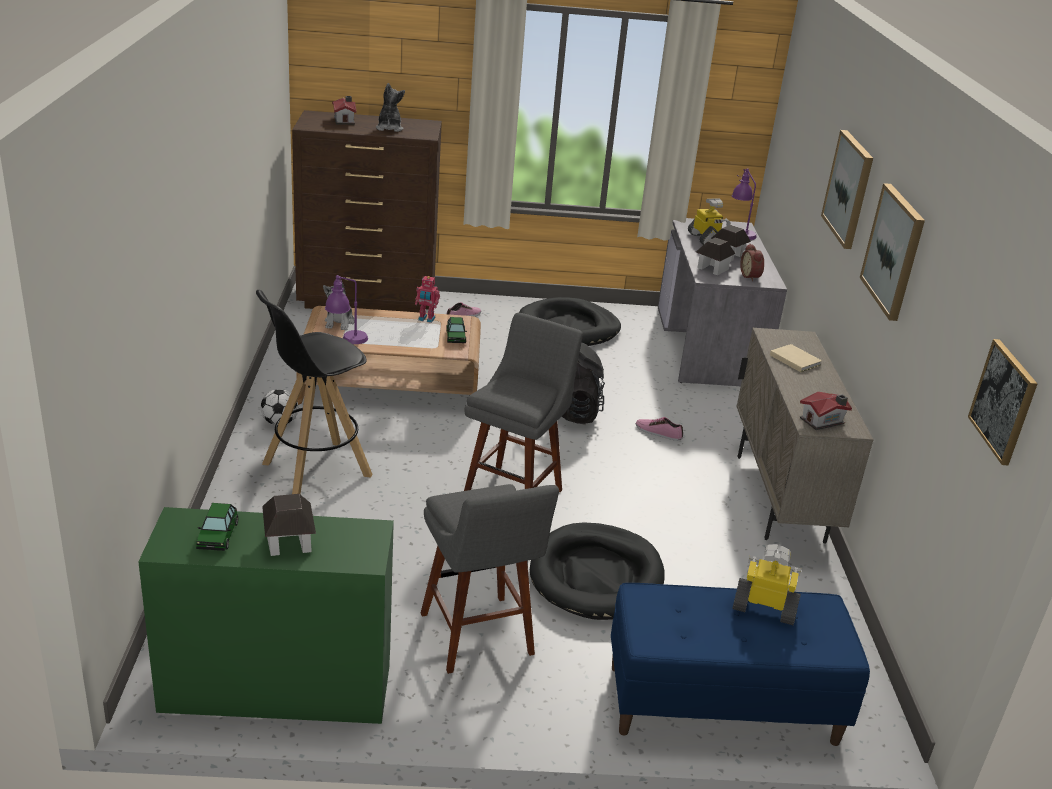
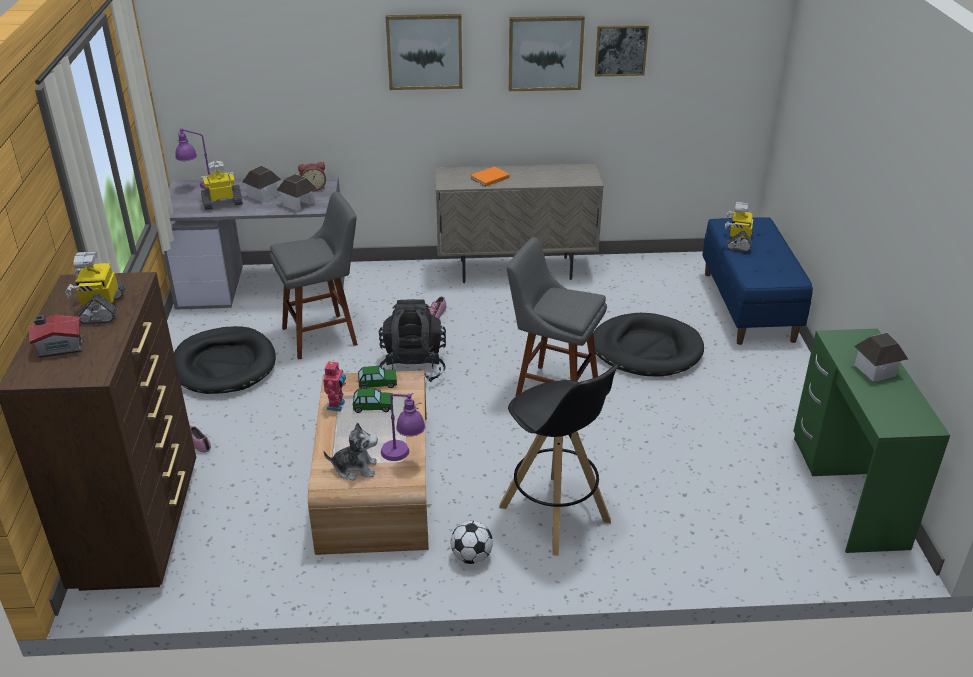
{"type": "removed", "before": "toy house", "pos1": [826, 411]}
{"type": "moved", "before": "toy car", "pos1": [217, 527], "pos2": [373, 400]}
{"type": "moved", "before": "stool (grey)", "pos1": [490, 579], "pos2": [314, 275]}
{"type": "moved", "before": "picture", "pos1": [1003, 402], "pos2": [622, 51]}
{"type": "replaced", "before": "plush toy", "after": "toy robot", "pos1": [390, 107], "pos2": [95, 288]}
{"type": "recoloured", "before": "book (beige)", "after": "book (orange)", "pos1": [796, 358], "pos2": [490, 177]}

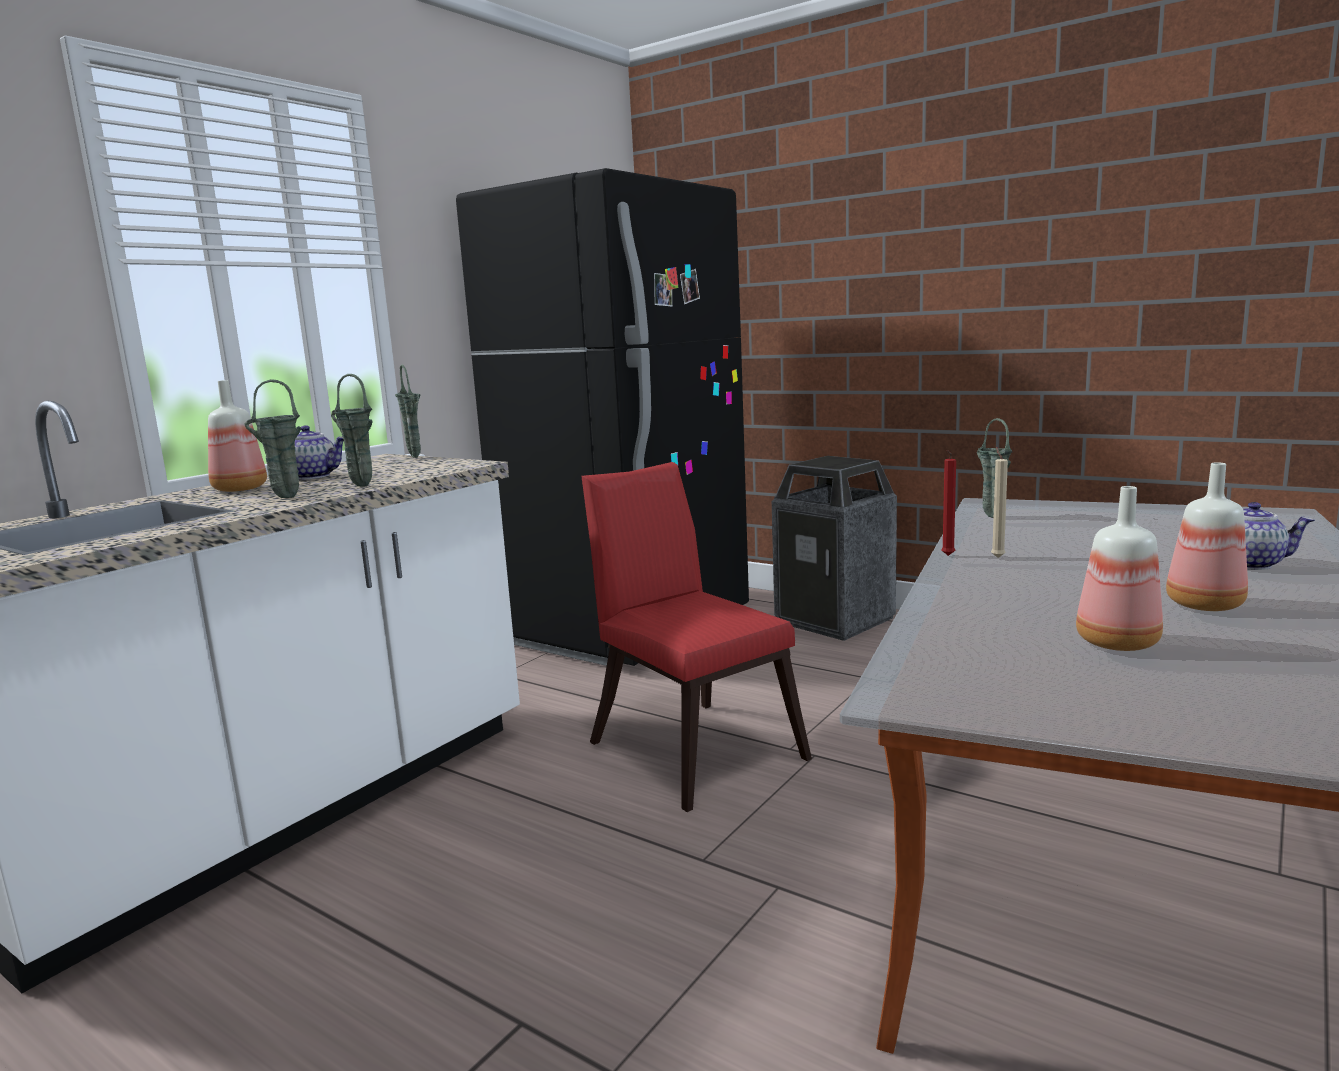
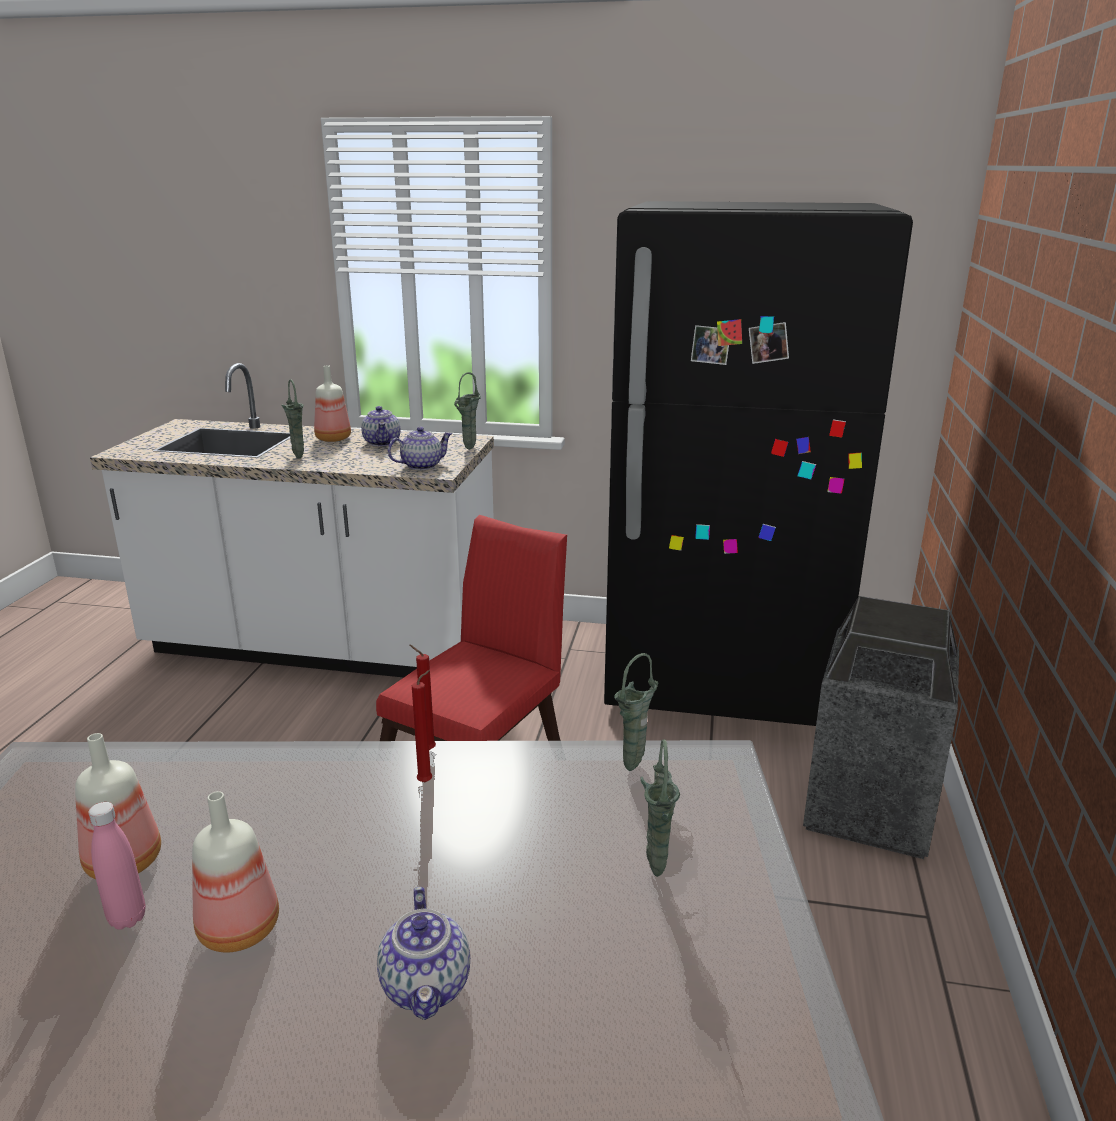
{"type": "added", "after": "bottle (pink)", "pos2": [117, 866]}
{"type": "added", "after": "teapot", "pos2": [420, 448]}
{"type": "moved", "before": "vase (green)", "pos1": [352, 430], "pos2": [660, 808]}
{"type": "recoloured", "before": "candle (beige)", "after": "candle (red)", "pos1": [999, 502], "pos2": [422, 726]}

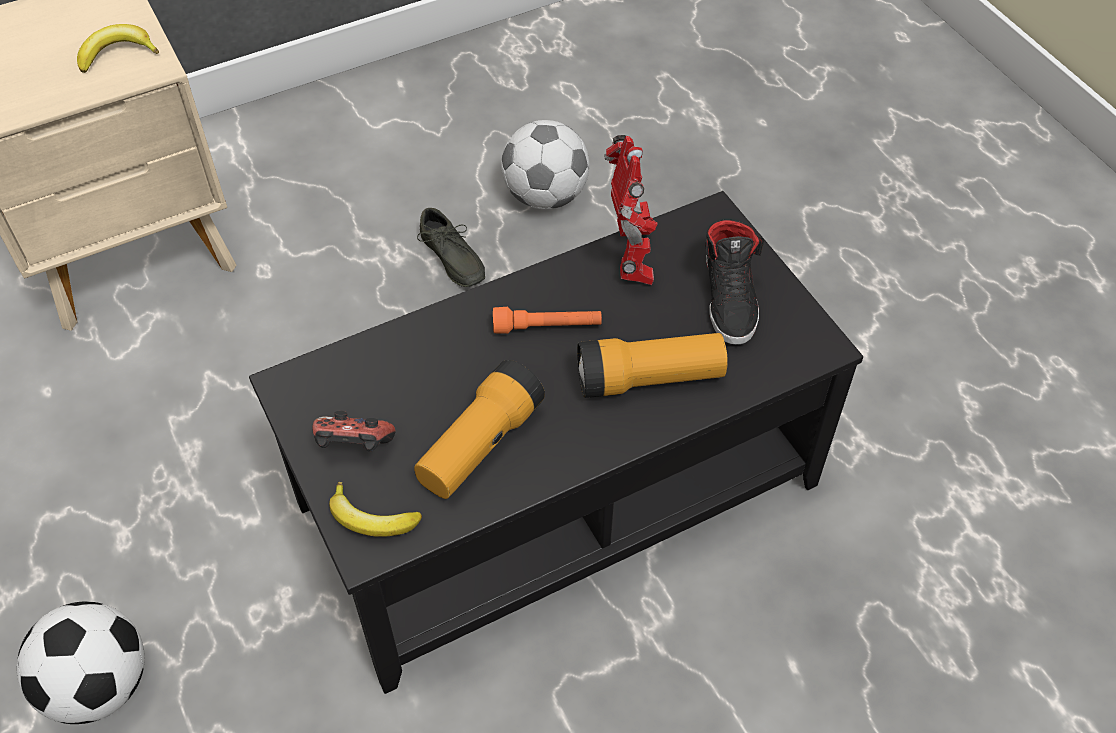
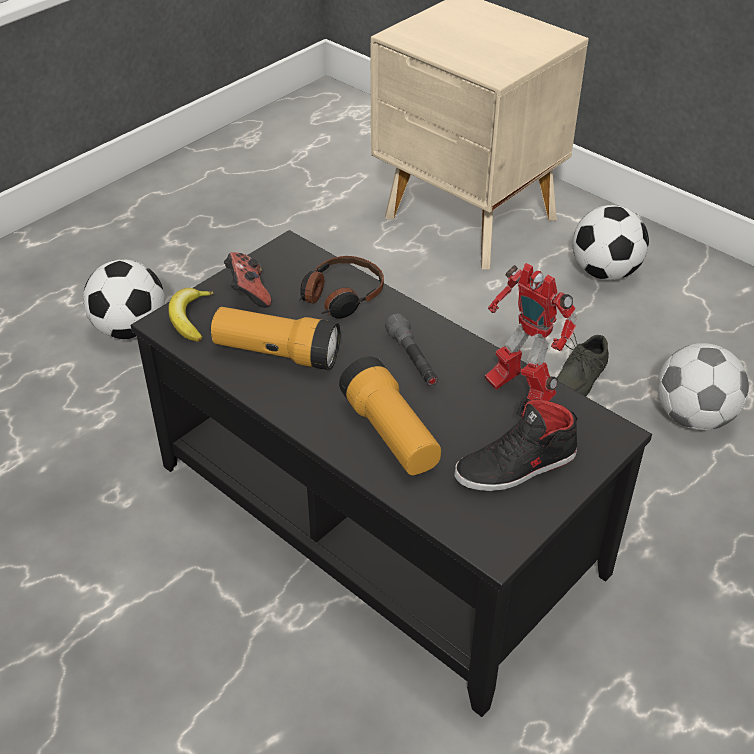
{"type": "removed", "before": "banana", "pos1": [118, 48]}
{"type": "added", "after": "headphones", "pos2": [341, 287]}
{"type": "added", "after": "football", "pos2": [610, 242]}
{"type": "recoloured", "before": "flashlight (orange)", "after": "flashlight (grey)", "pos1": [547, 320], "pos2": [411, 349]}
{"type": "turned", "before": "toy robot", "pos1": [631, 210], "pos2": [531, 334], "turn": 75}

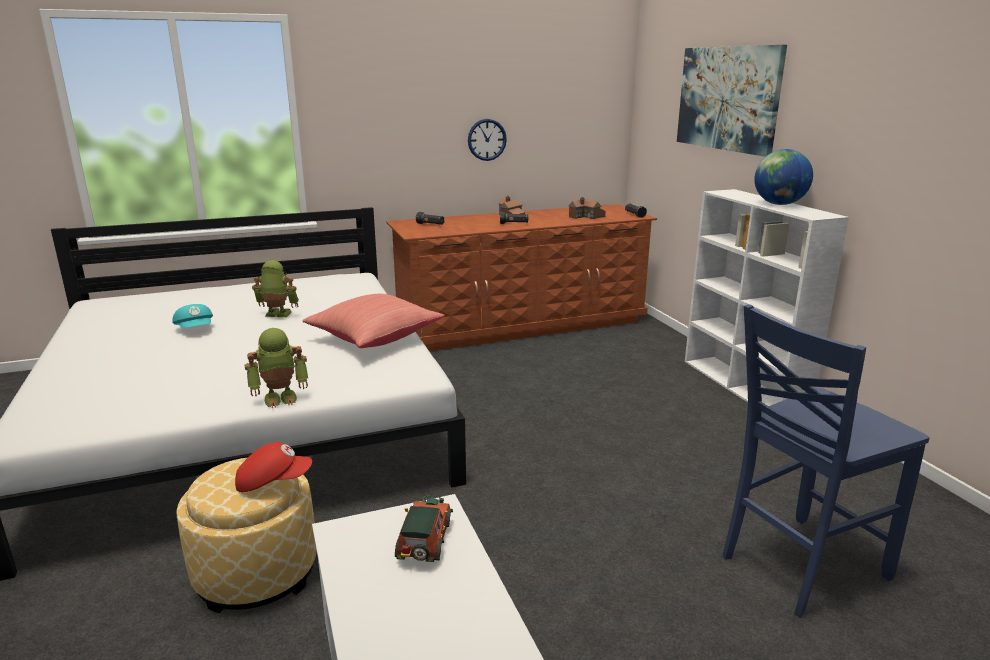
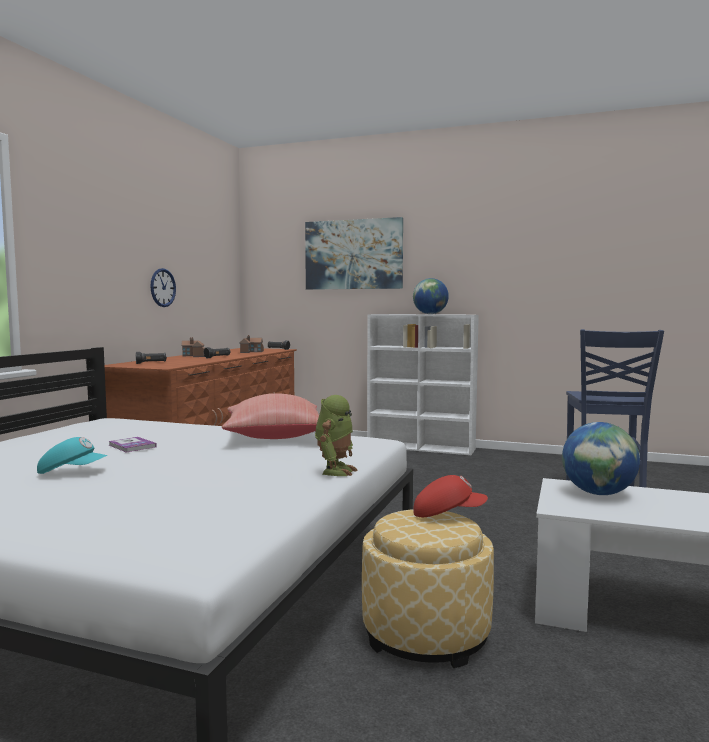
{"type": "replaced", "before": "toy robot", "after": "book", "pos1": [275, 288], "pos2": [133, 444]}
{"type": "replaced", "before": "toy car", "after": "globe", "pos1": [424, 528], "pos2": [601, 458]}
{"type": "turned", "before": "cap (red)", "pos1": [273, 467], "pos2": [450, 496], "turn": 60}

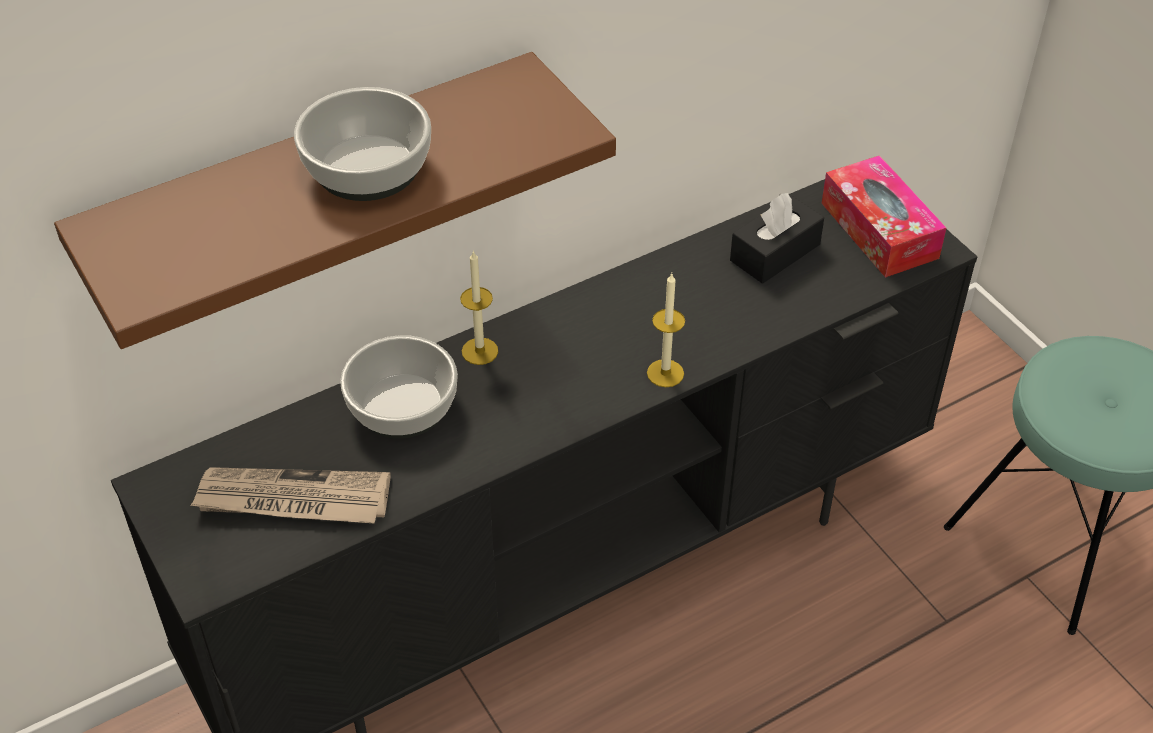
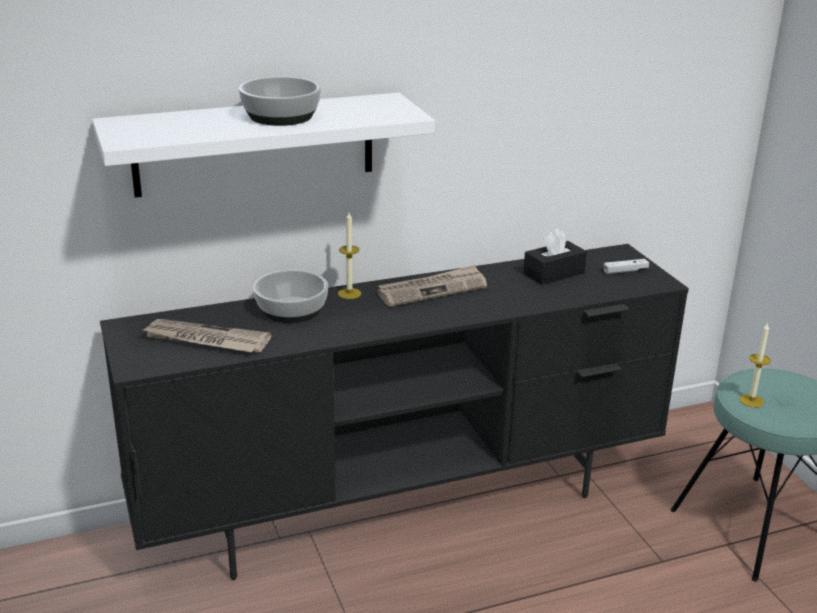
{"type": "added", "after": "newspaper", "pos2": [432, 286]}
{"type": "moved", "before": "candle", "pos1": [666, 330], "pos2": [755, 365]}
{"type": "replaced", "before": "tissue box", "after": "game controller (white)", "pos1": [884, 216], "pos2": [626, 266]}
{"type": "recoloured", "before": "shelf (brown)", "after": "shelf (white)", "pos1": [335, 200], "pos2": [263, 145]}

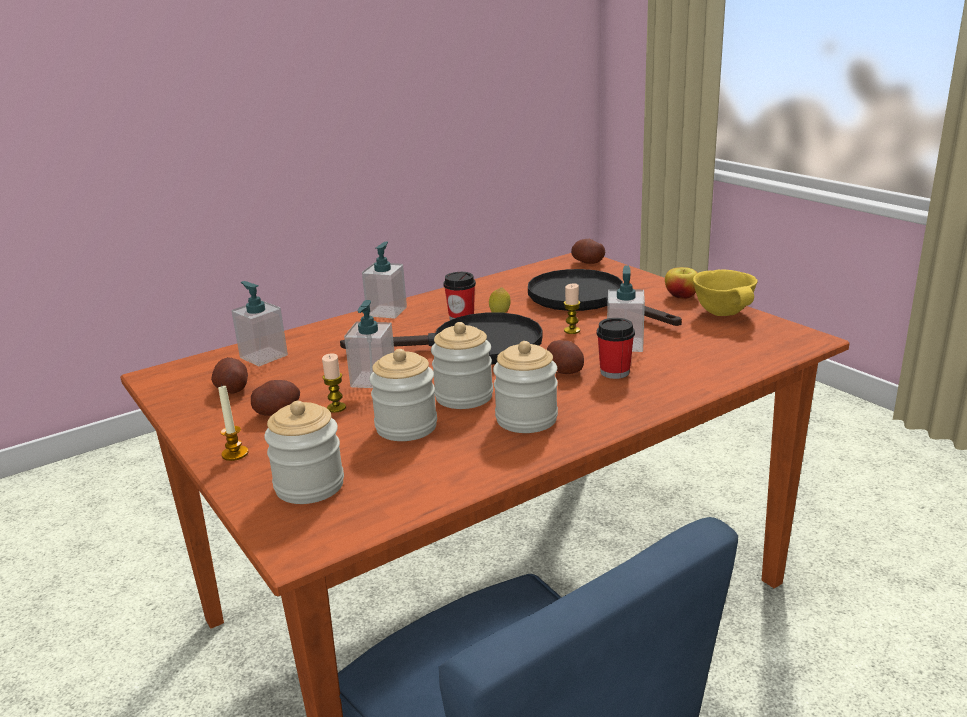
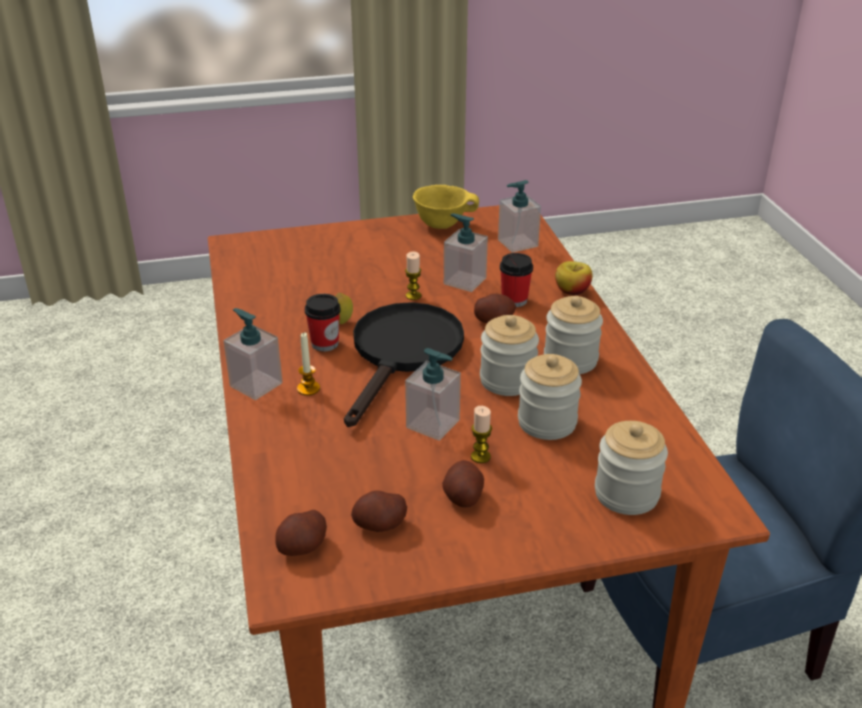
{"type": "removed", "before": "frying pan (black)", "pos1": [605, 297]}
{"type": "moved", "before": "candle", "pos1": [233, 422], "pos2": [308, 364]}
{"type": "moved", "before": "soap dispenser", "pos1": [259, 323], "pos2": [519, 216]}
{"type": "moved", "before": "potato", "pos1": [588, 251], "pos2": [301, 533]}
{"type": "moved", "before": "apple", "pos1": [681, 283], "pos2": [574, 278]}

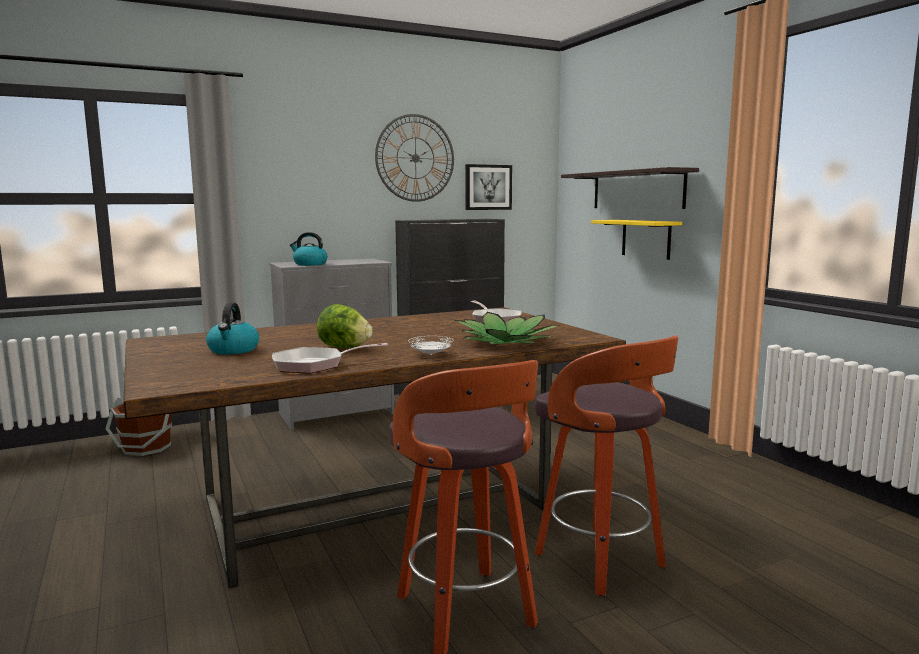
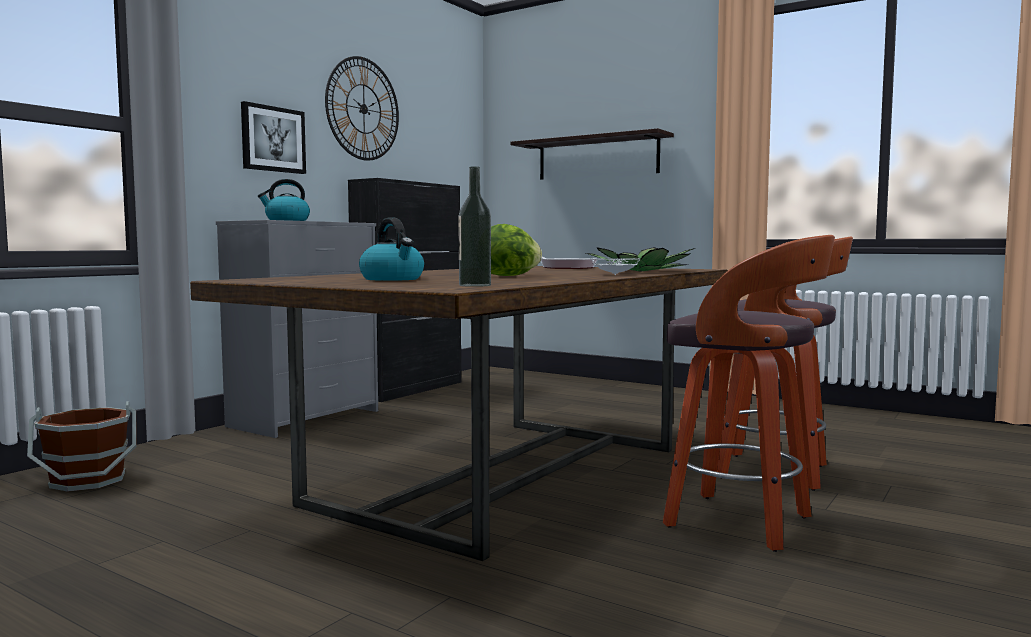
{"type": "removed", "before": "frying pan", "pos1": [330, 358]}
{"type": "removed", "before": "shelf (yellow)", "pos1": [636, 240]}
{"type": "added", "after": "bottle", "pos2": [474, 226]}
{"type": "moved", "before": "picture", "pos1": [488, 187], "pos2": [273, 137]}

